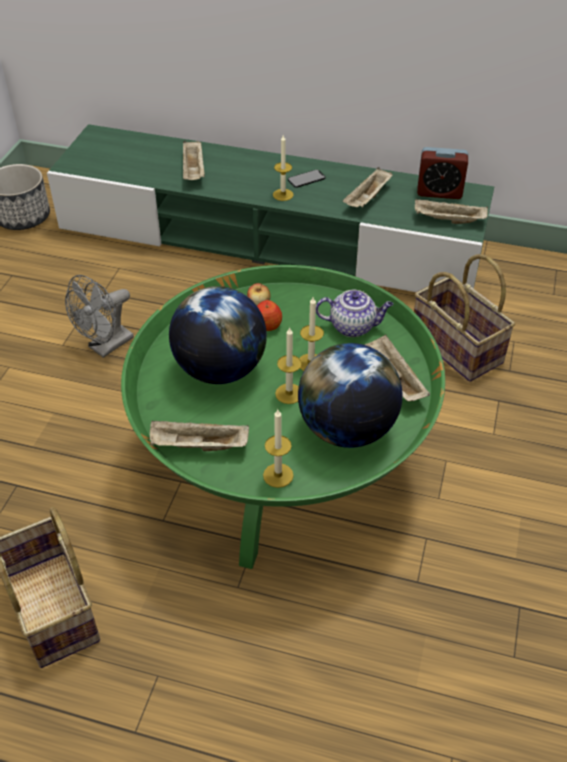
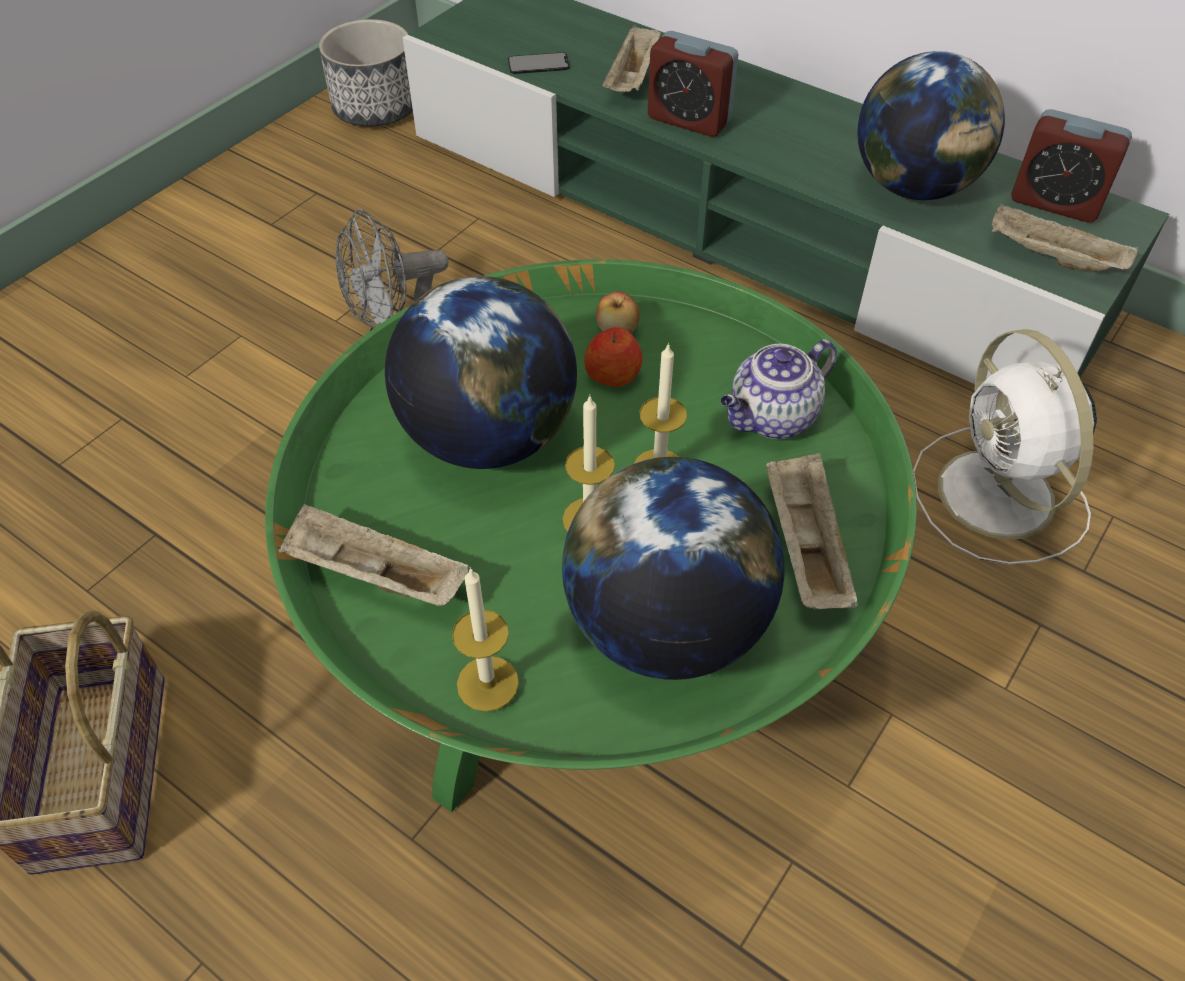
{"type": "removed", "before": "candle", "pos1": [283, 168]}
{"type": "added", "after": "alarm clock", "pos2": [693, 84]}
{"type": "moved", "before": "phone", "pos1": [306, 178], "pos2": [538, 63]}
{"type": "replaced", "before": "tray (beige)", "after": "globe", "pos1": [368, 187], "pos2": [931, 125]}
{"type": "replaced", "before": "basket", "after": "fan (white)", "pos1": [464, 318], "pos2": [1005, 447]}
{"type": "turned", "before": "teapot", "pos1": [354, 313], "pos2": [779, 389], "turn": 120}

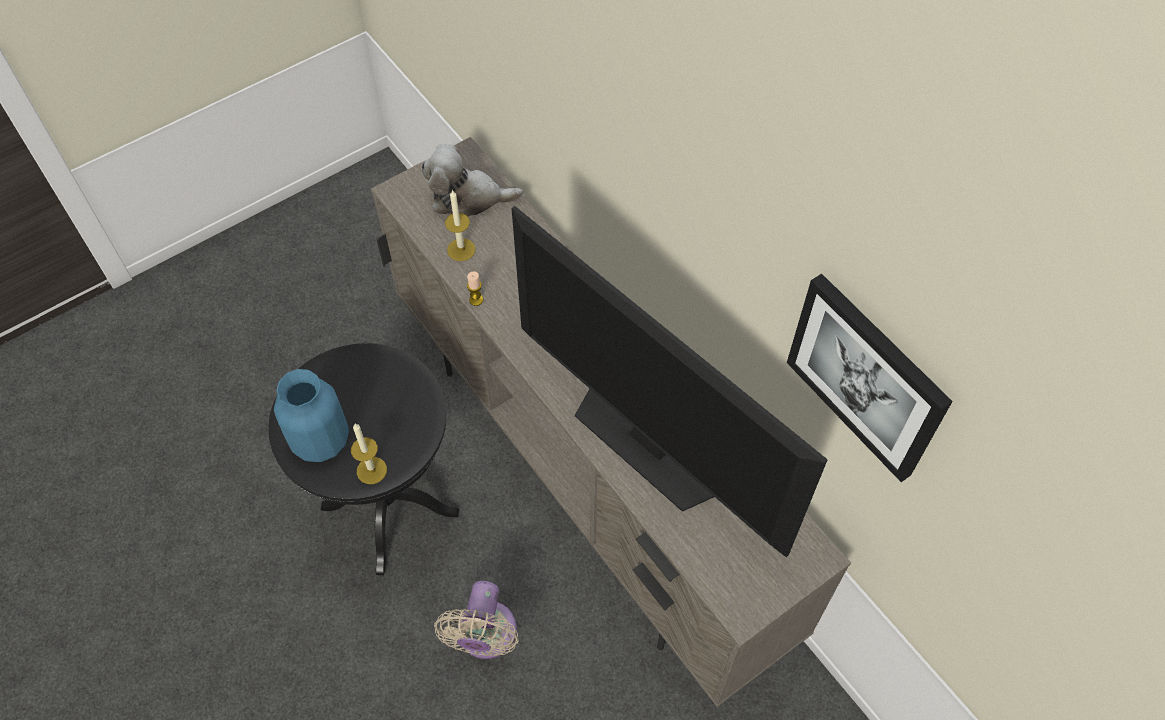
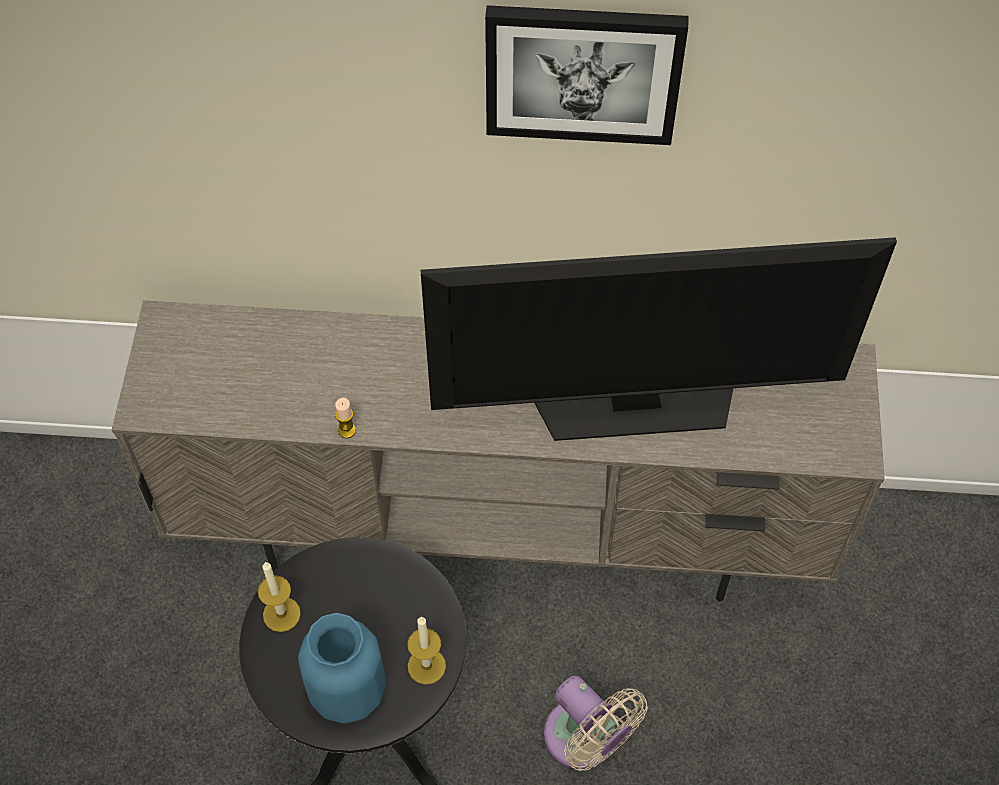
{"type": "removed", "before": "plush toy", "pos1": [473, 180]}
{"type": "moved", "before": "candle", "pos1": [460, 225], "pos2": [279, 597]}
{"type": "moved", "before": "picture", "pos1": [870, 378], "pos2": [586, 75]}

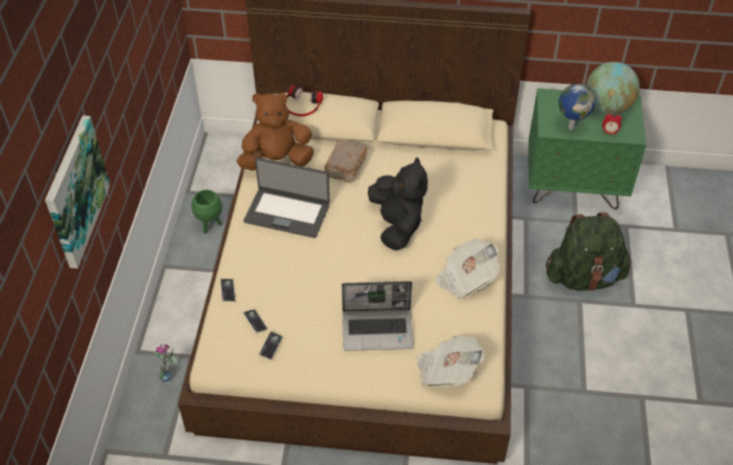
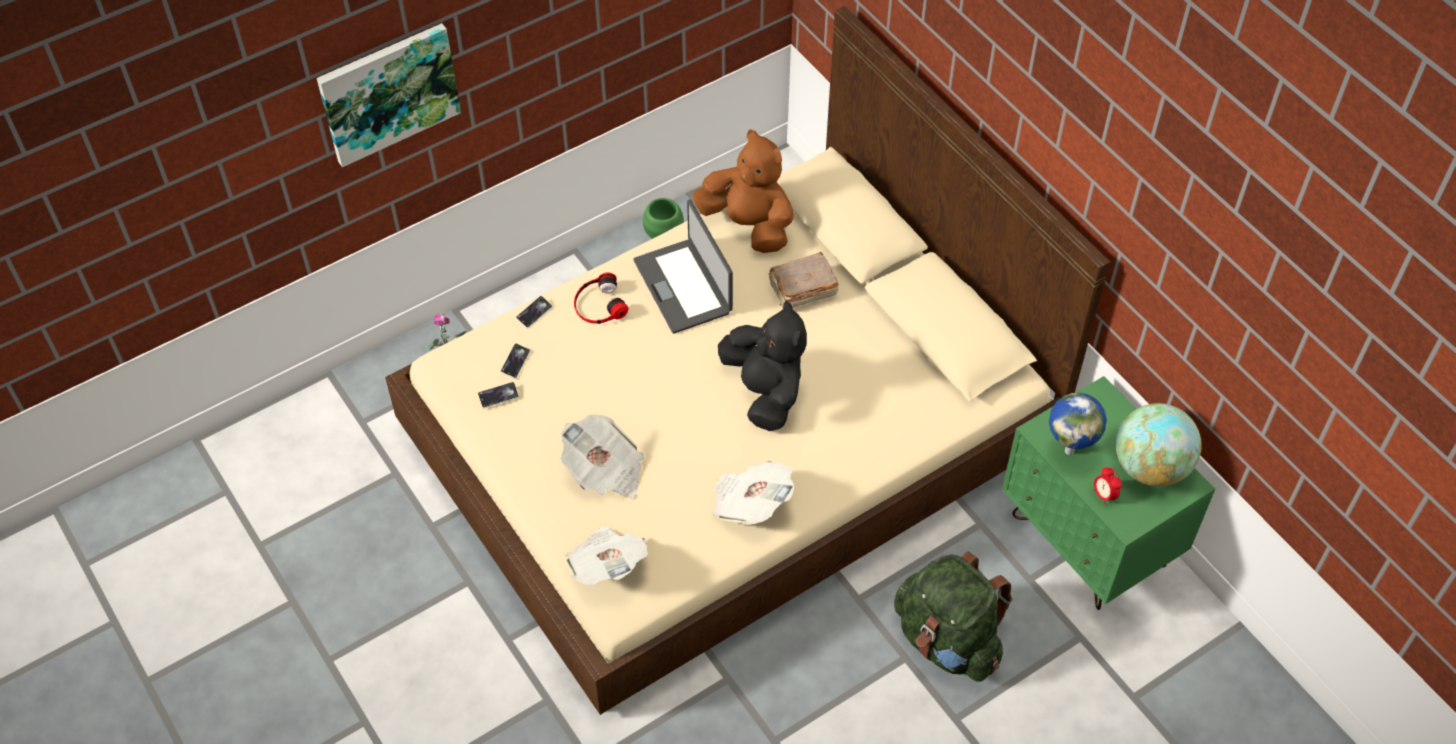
{"type": "moved", "before": "headphones", "pos1": [304, 100], "pos2": [601, 298]}
{"type": "replaced", "before": "laptop", "after": "newspaper", "pos1": [378, 316], "pos2": [602, 456]}
{"type": "turned", "before": "plush toy (black)", "pos1": [398, 203], "pos2": [762, 365], "turn": -60}

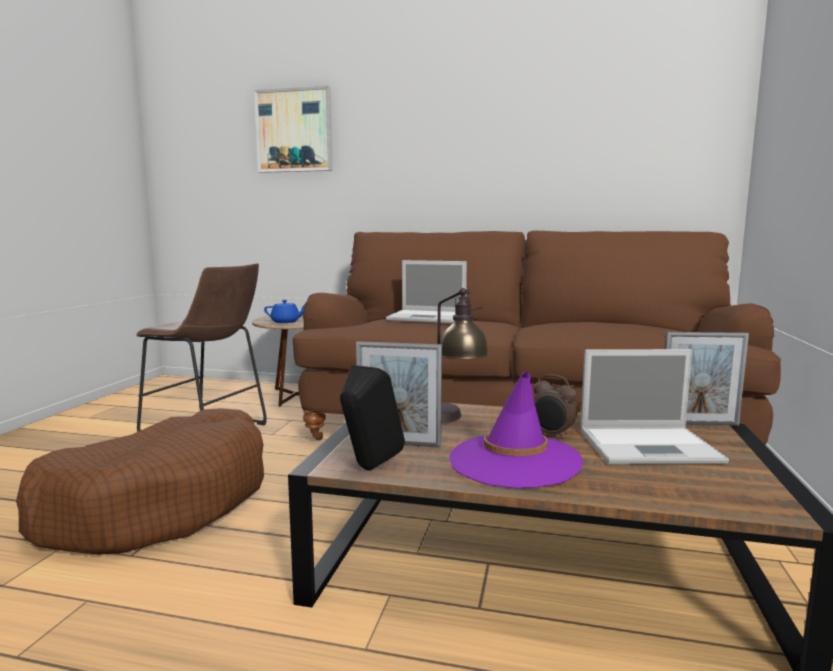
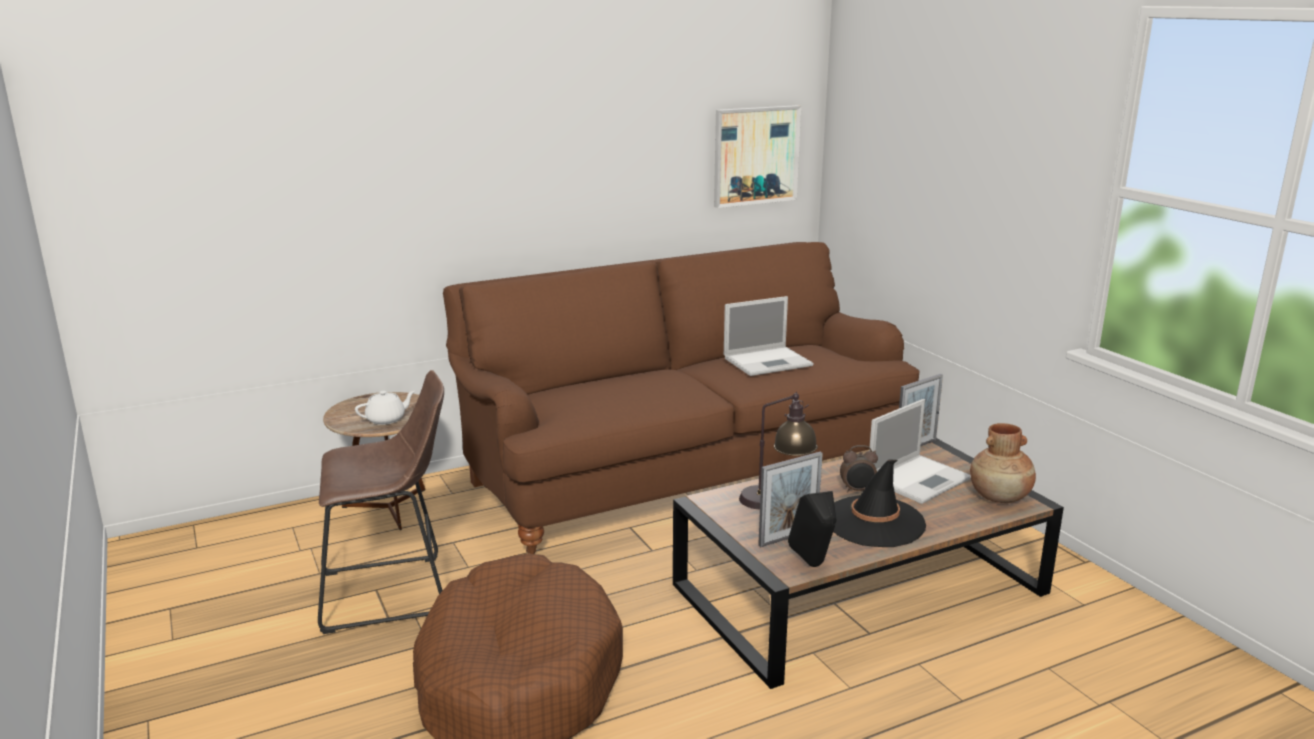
{"type": "added", "after": "vase (brown)", "pos2": [1003, 463]}
{"type": "moved", "before": "picture", "pos1": [293, 129], "pos2": [757, 156]}
{"type": "moved", "before": "laptop", "pos1": [426, 291], "pos2": [769, 336]}
{"type": "recoloured", "before": "teapot (blue)", "after": "teapot (white)", "pos1": [284, 311], "pos2": [385, 408]}
{"type": "recoloured", "before": "hat (purple)", "after": "hat (black)", "pos1": [516, 430], "pos2": [879, 503]}

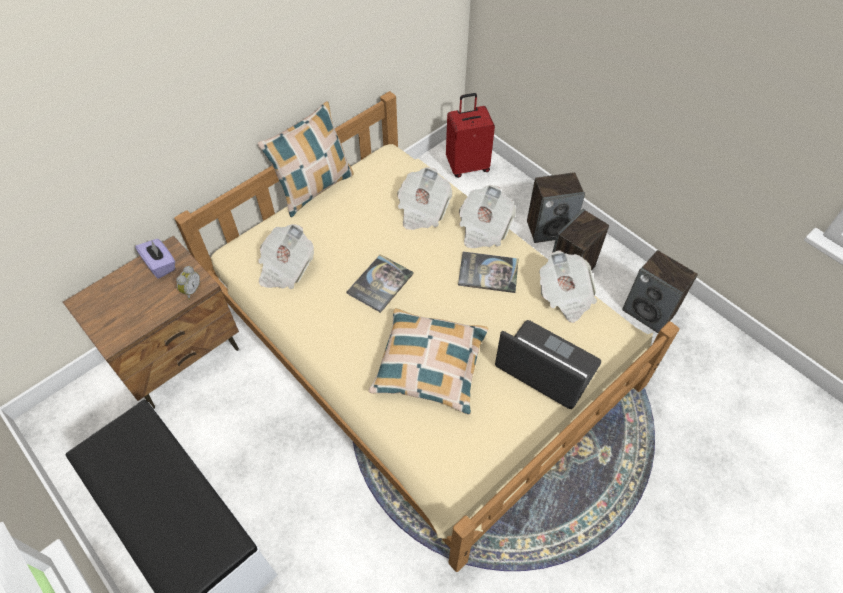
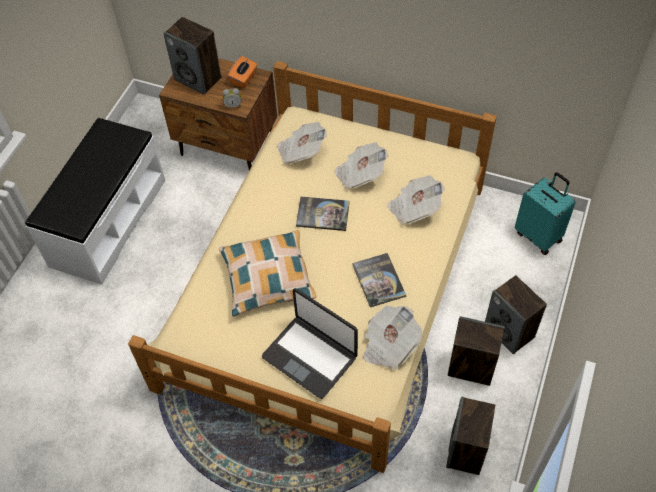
{"type": "removed", "before": "pillow", "pos1": [306, 159]}
{"type": "added", "after": "speaker", "pos2": [192, 56]}
{"type": "moved", "before": "newspaper", "pos1": [487, 216], "pos2": [361, 166]}
{"type": "recoloured", "before": "tissue box (purple)", "after": "tissue box (orange)", "pos1": [155, 258], "pos2": [242, 72]}
{"type": "recoloured", "before": "suitcase (red)", "after": "suitcase (turquoise)", "pos1": [470, 135], "pos2": [545, 213]}
{"type": "turned", "before": "laptop", "pos1": [548, 364], "pos2": [310, 343], "turn": 120}

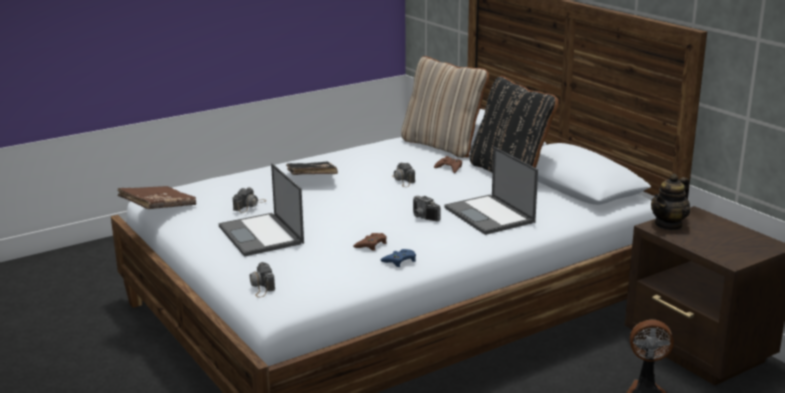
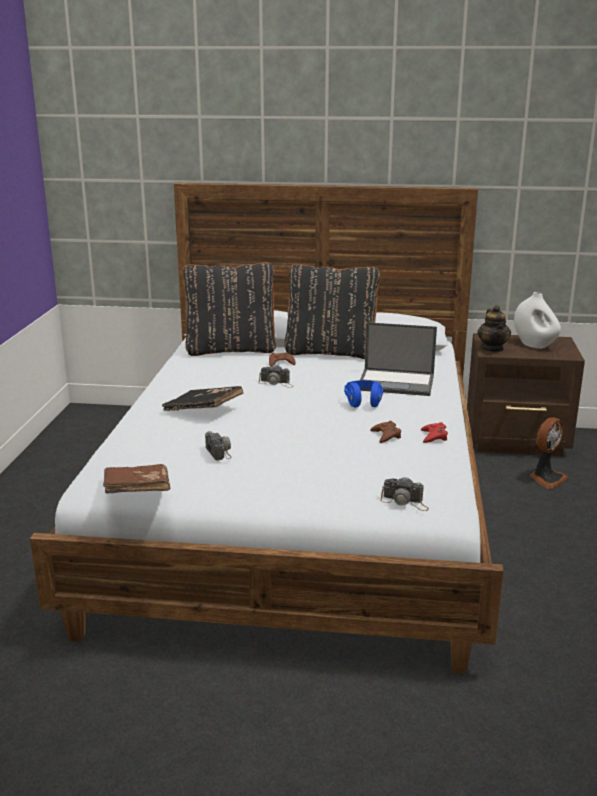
{"type": "removed", "before": "laptop", "pos1": [261, 210]}
{"type": "added", "after": "vase (white)", "pos2": [537, 320]}
{"type": "replaced", "before": "photo camera", "after": "headphones (blue)", "pos1": [427, 209], "pos2": [363, 394]}
{"type": "recoloured", "before": "game controller (blue)", "after": "game controller (red)", "pos1": [398, 258], "pos2": [434, 432]}
{"type": "recoloured", "before": "pillow (beige)", "after": "pillow (black)", "pos1": [445, 107], "pos2": [229, 309]}

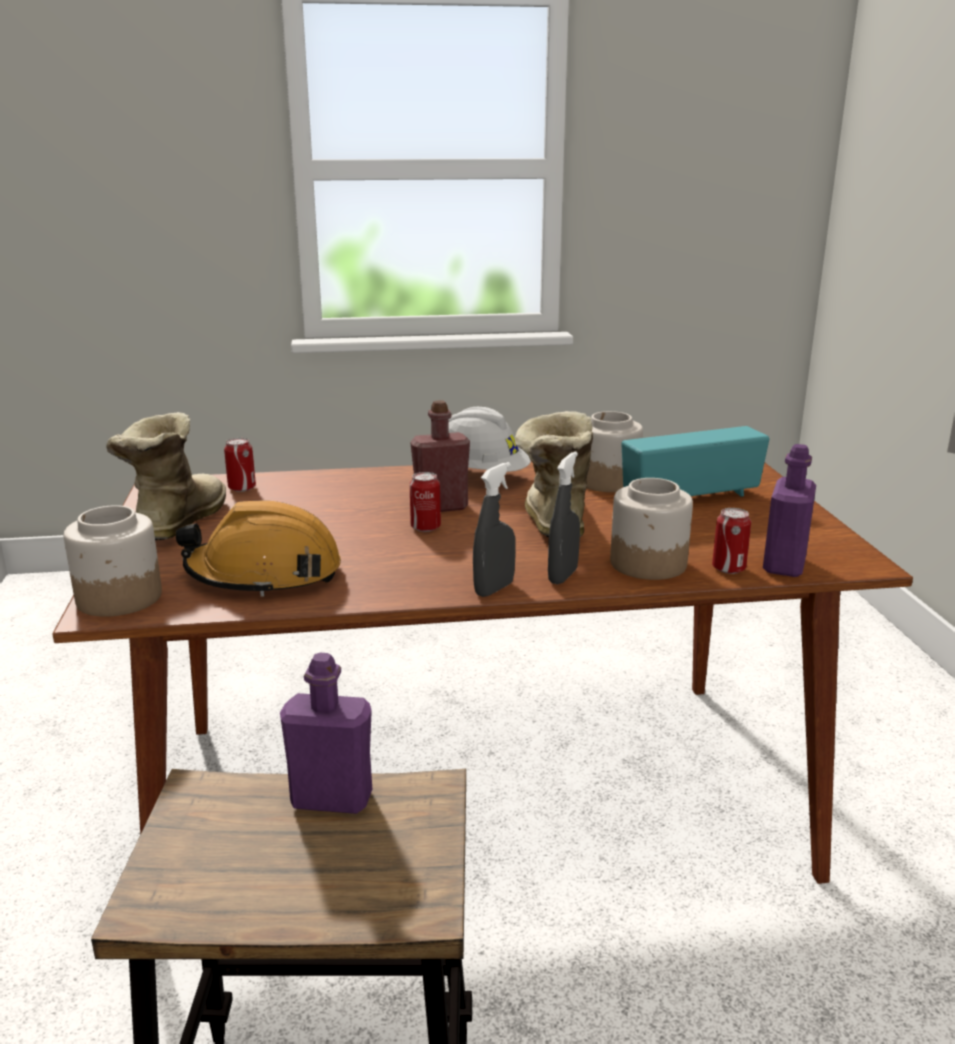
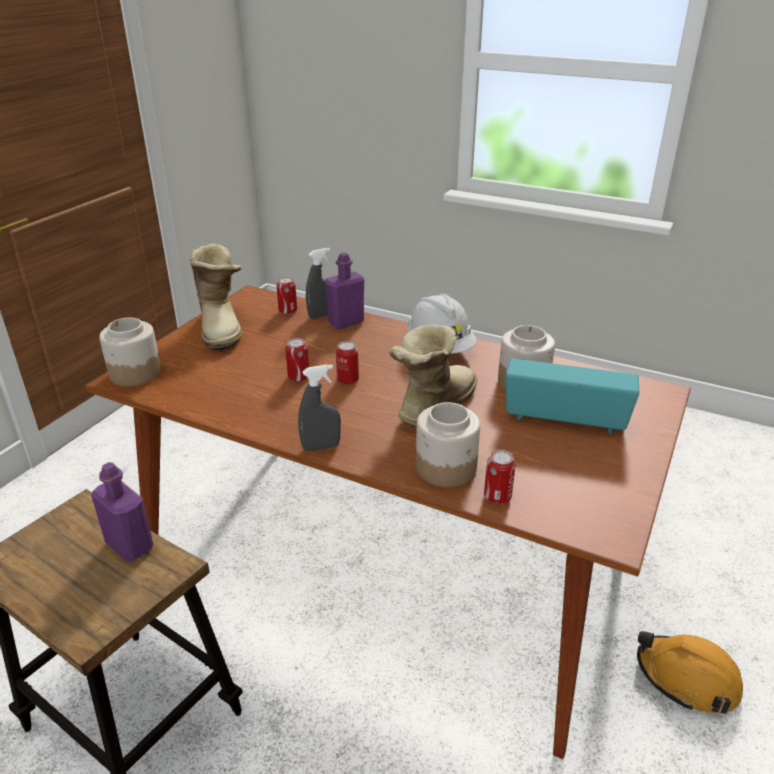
{"type": "removed", "before": "bottle (red)", "pos1": [440, 456]}
{"type": "added", "after": "can", "pos2": [297, 359]}
{"type": "moved", "before": "hard hat (orange)", "pos1": [258, 548], "pos2": [690, 672]}
{"type": "moved", "before": "spray bottle (grey)", "pos1": [564, 517], "pos2": [318, 283]}
{"type": "moved", "before": "bottle (purple)", "pos1": [789, 510], "pos2": [344, 291]}
{"type": "turned", "before": "boot", "pos1": [166, 476], "pos2": [216, 296], "turn": 120}

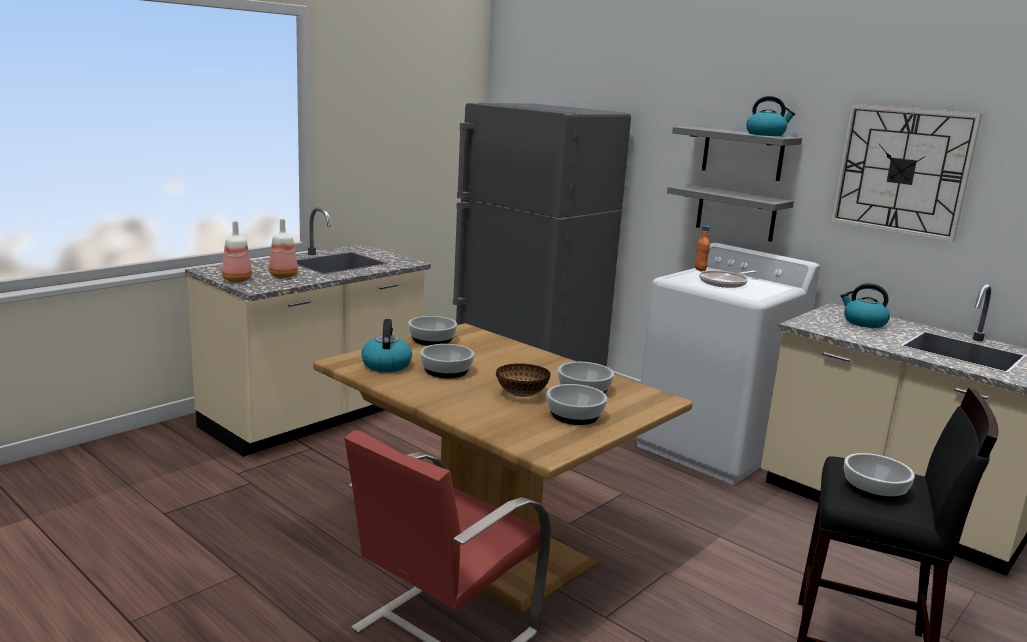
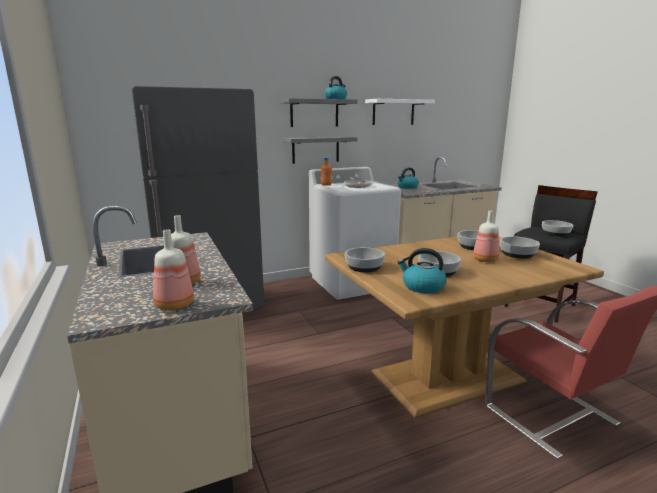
{"type": "replaced", "before": "bowl", "after": "bottle", "pos1": [523, 380], "pos2": [486, 236]}
{"type": "replaced", "before": "wall clock", "after": "shelf (white)", "pos1": [906, 173], "pos2": [400, 112]}

